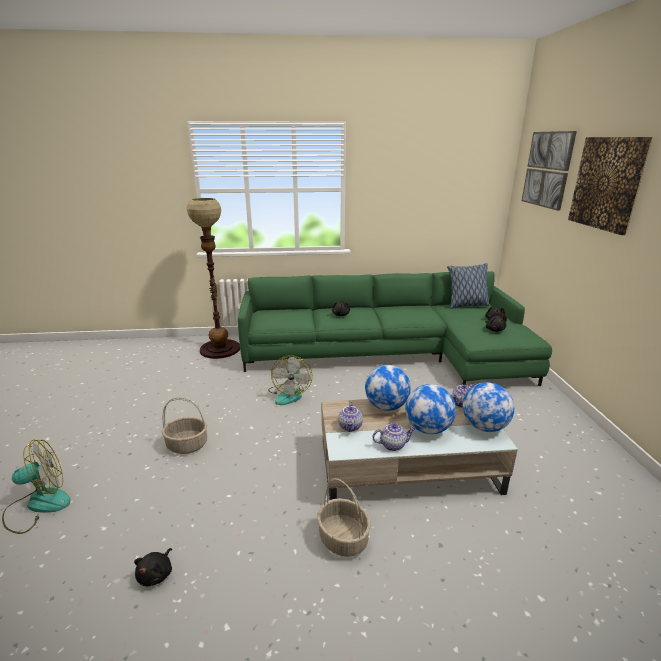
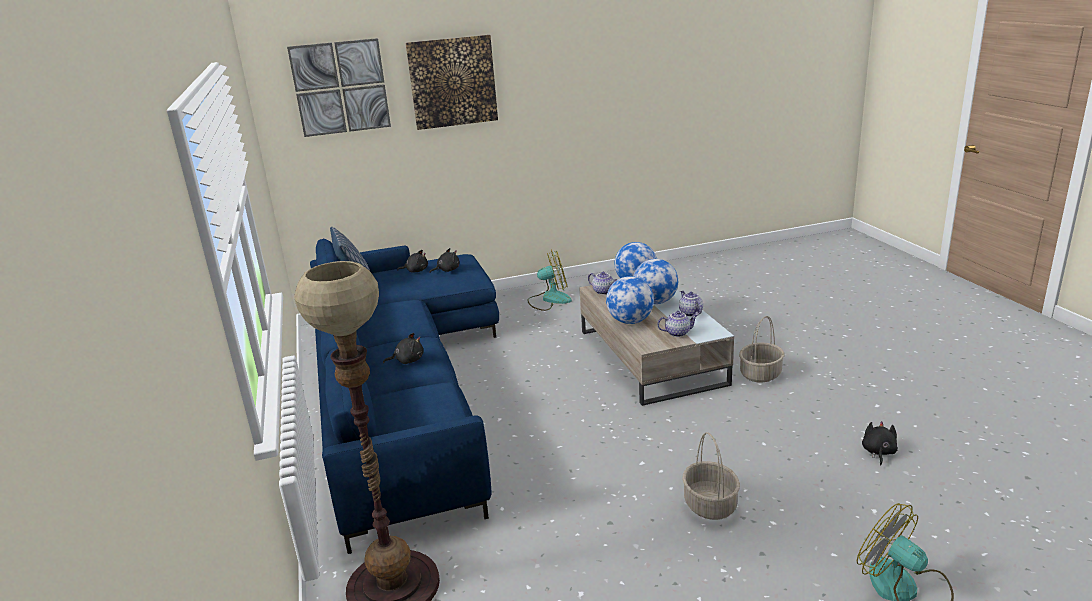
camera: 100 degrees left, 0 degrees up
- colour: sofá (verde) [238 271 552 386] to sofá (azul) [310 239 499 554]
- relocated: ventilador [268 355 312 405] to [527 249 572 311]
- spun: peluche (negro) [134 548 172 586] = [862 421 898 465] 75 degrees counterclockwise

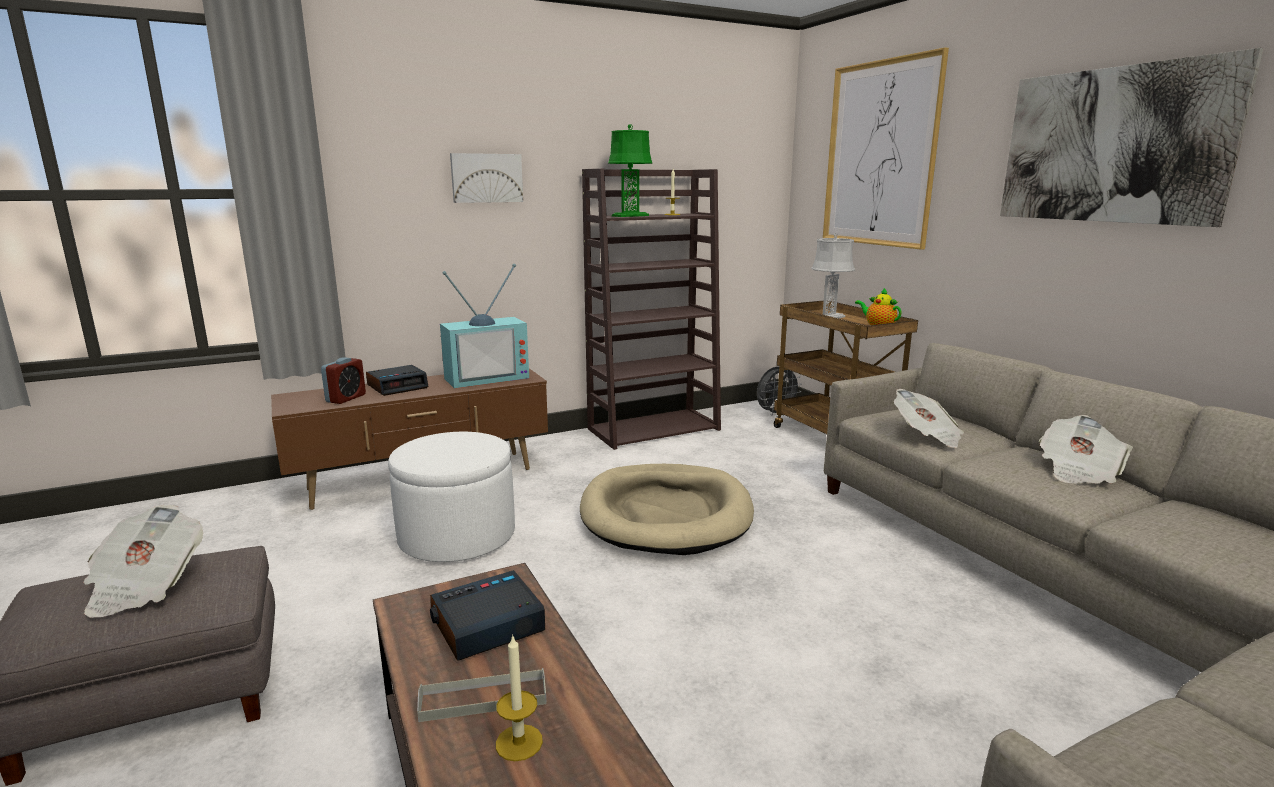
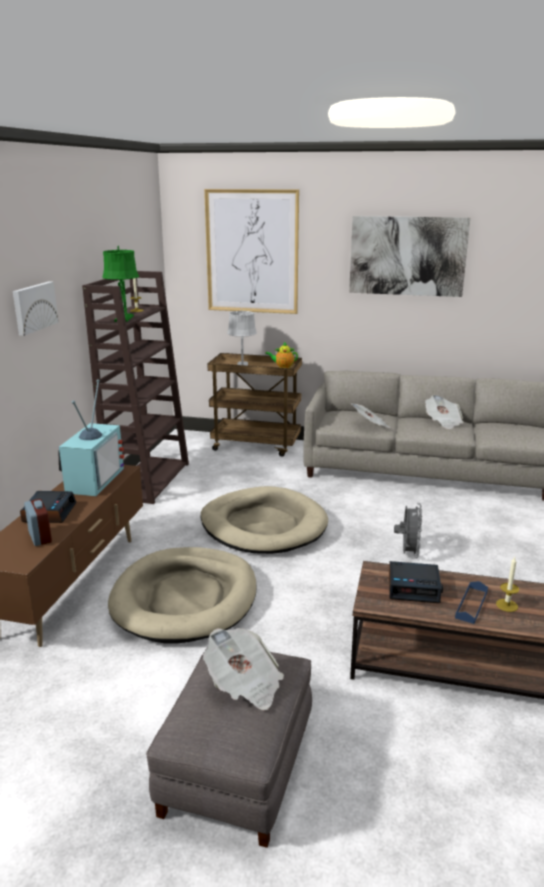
camera: 50 degrees left, 5 degrees up
- exchanged: puf (blanco) [388 432 515 562] to cama para perro (beis) [108 547 257 644]
- spun: despertador [430 570 545 661] = [389 561 443 603] 90 degrees counterclockwise
- relocated: ventilador (gris) [757 367 802 417] to [394 503 422 558]
- colour: bandeja (gris) [417 668 547 722] to bandeja (azul) [455 581 488 624]

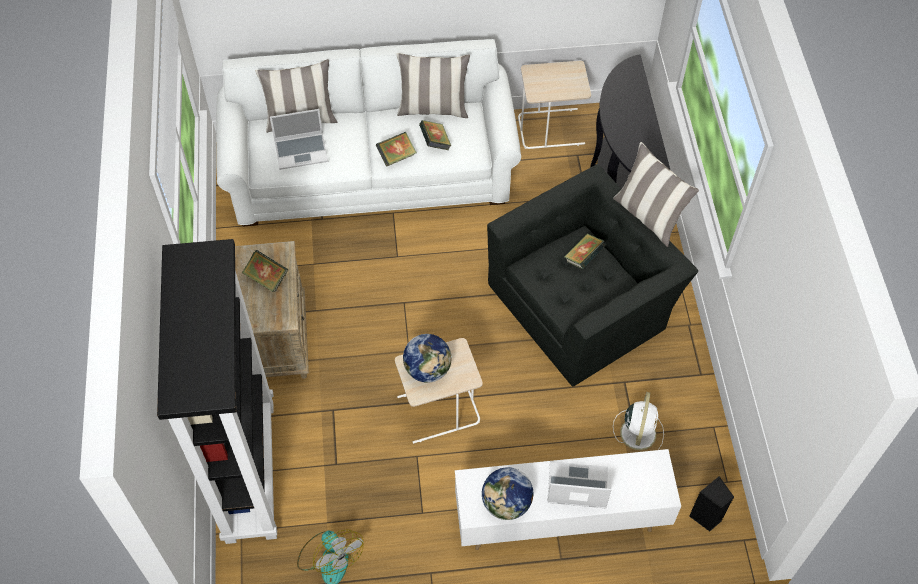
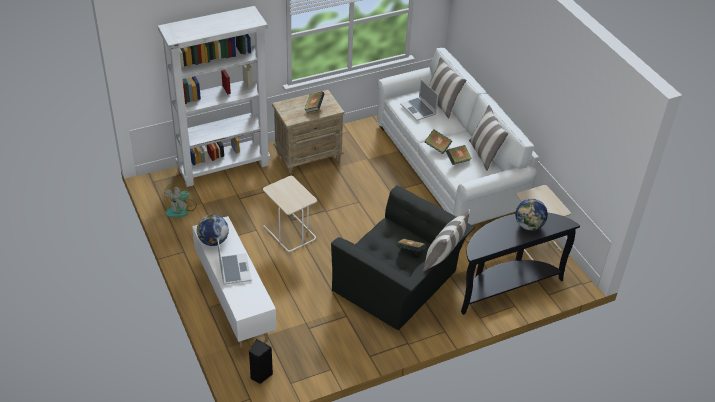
camera: 70 degrees right, 15 degrees down
- colour: estantería (negro) [157 239 277 544] to estantería (blanco) [158 6 270 187]
- relocated: globo terráqueo [403 334 452 383] to [516 199 548 230]
- missing: ventilador (blanco) [613 392 664 450]

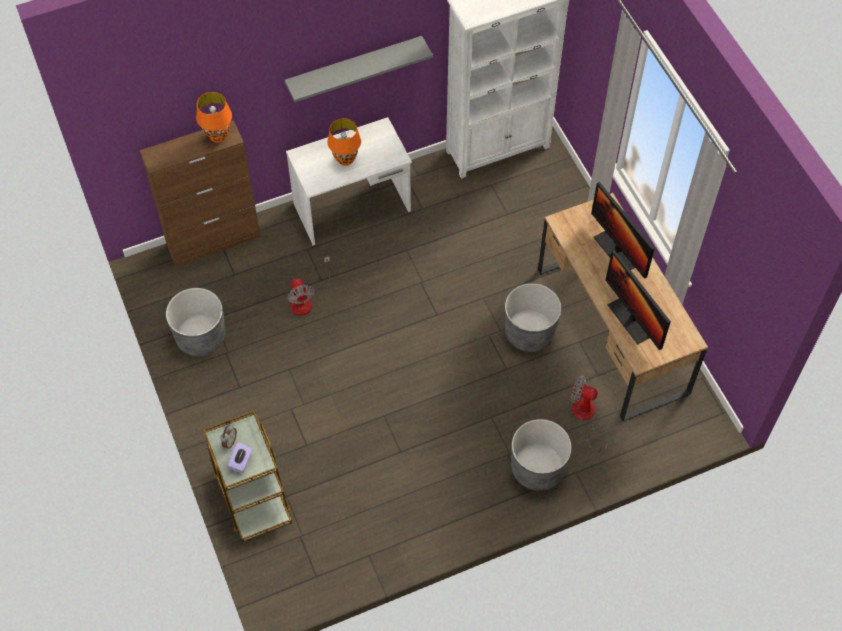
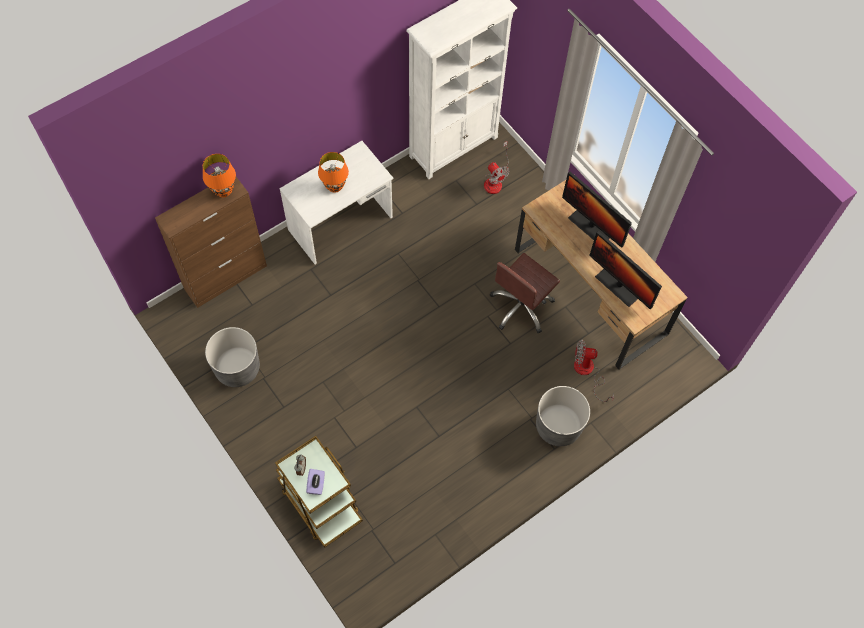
camera: 15 degrees left, 5 degrees up
- relocated: ventilador [287 256 330 316] to [484 141 509 194]
- exchanged: maceta (gris) [505 283 561 352] to silla de oficina (marrón) [490 253 560 333]
- missing: estante (gris) [284 36 433 102]

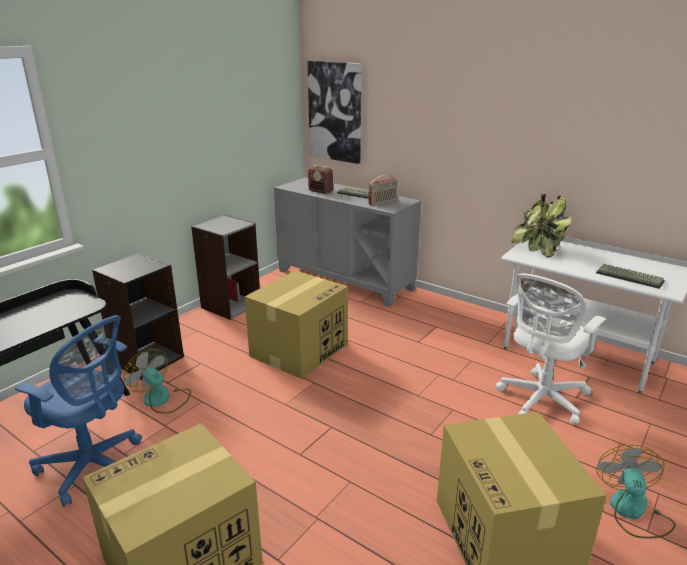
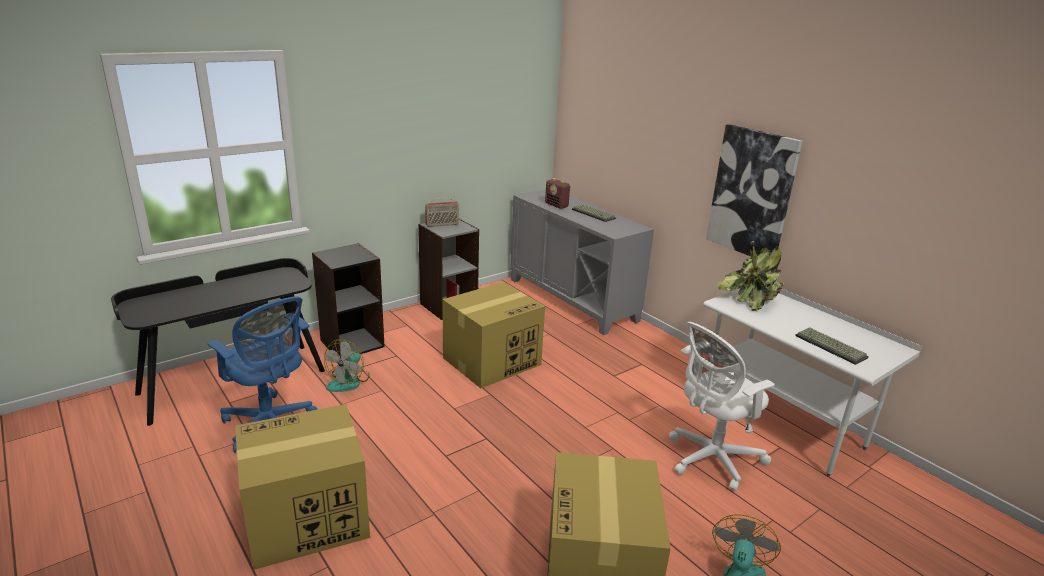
camera: 15 degrees right, 0 degrees up
- spun: ventilador [123 349 191 414] = [324 339 370 392] 120 degrees counterclockwise
- relocated: radio [368 175 397 206] to [425 198 459 227]
- relocated: cuadro [307 61 362 164] to [706 124 803 256]

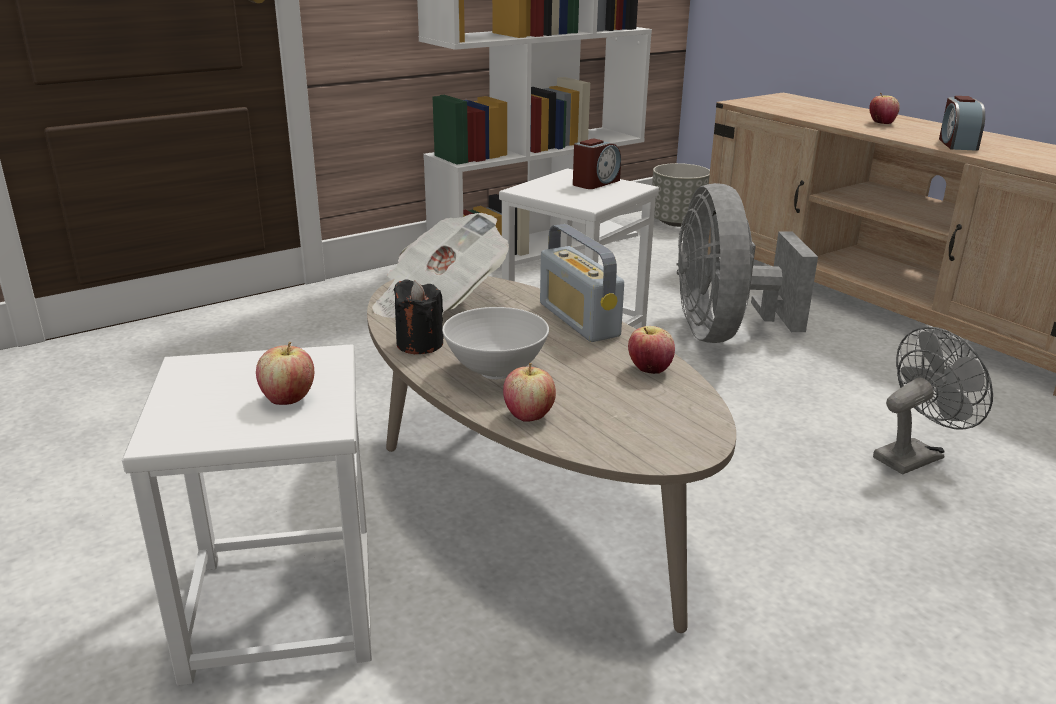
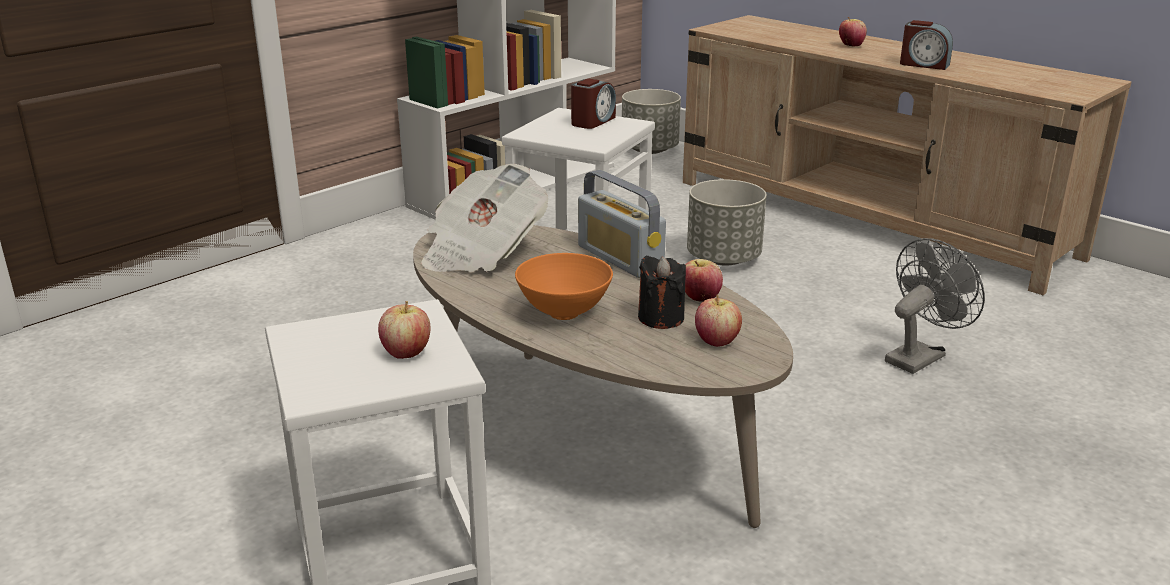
camera: 10 degrees left, 0 degrees up
- colour: cuenco (blanco) [442 307 549 379] to cuenco (naranja) [515 253 613 320]
- relocated: vela (negro) [394 279 444 354] to [638 256 686 329]
- exchanged: ventilador (gris) [677 183 818 343] to maceta (gris) [687 179 767 266]
- relocated: manzana [503 363 556 422] to [695 295 742 347]
- spun: despertador [939 96 985 151] = [900 20 953 70] 60 degrees counterclockwise

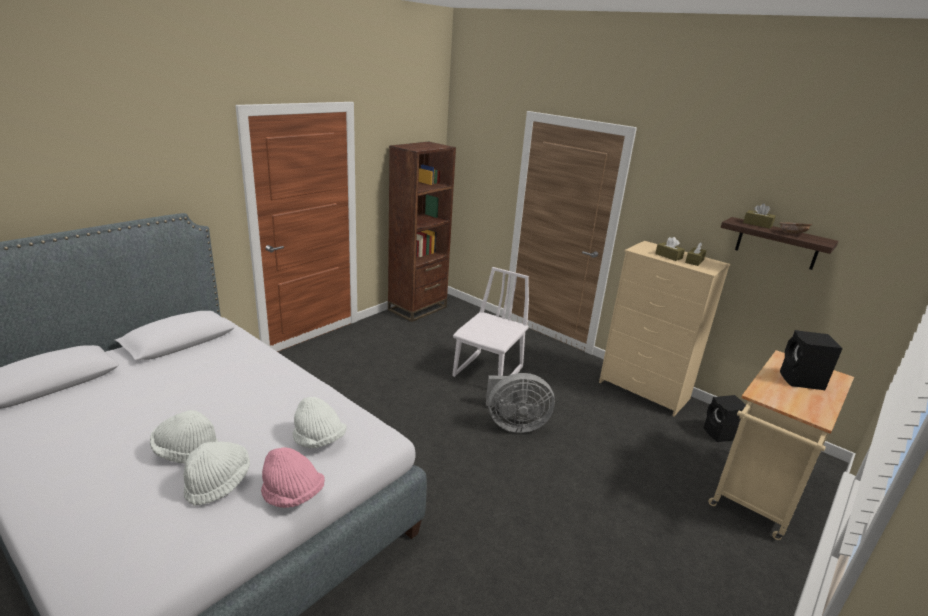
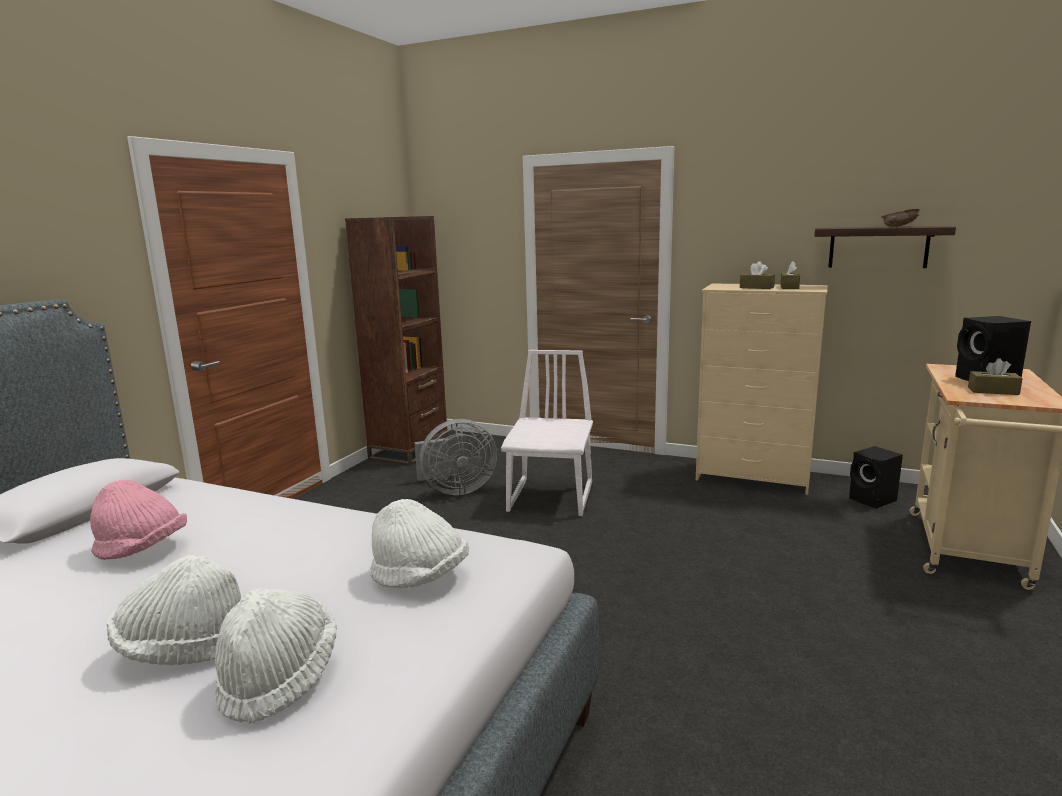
camera: 15 degrees left, 10 degrees down
- relocated: sombrero (rosa) [261 447 325 508] to [90 480 187 560]
- relocated: ventilador (gris) [486 373 555 433] to [414 419 497 495]
- relocated: caja de pañuelos (marrón) [743 203 776 229] to [968 358 1023 395]

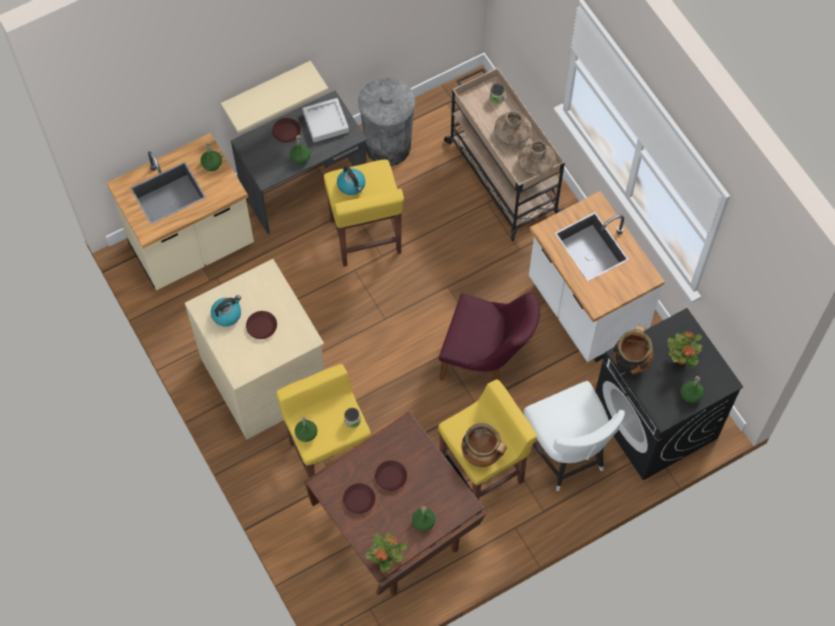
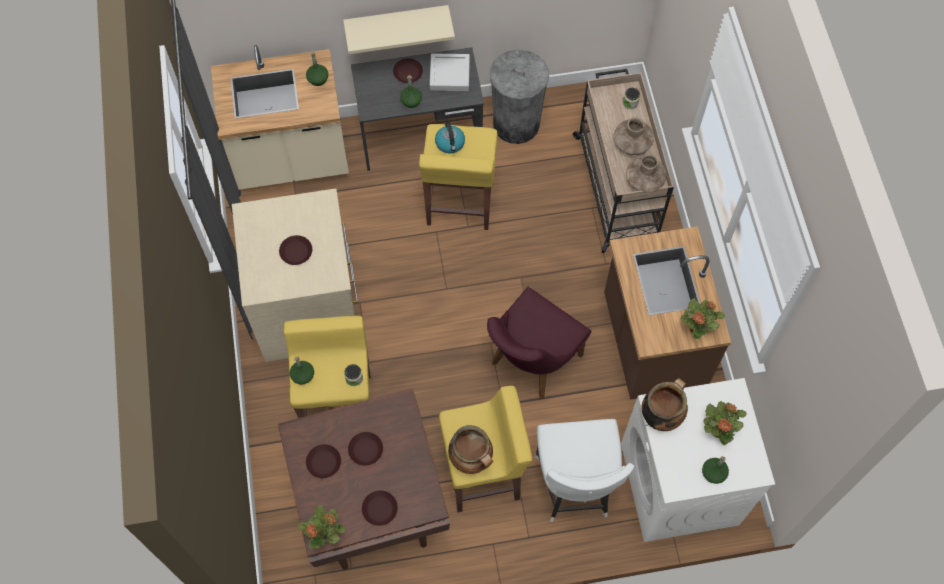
camera: 20 degrees right, 0 degrees up
- exchanged: botella (verde) [412 506 436 531] to plato (marrón) [362 490 398 526]
- spun: silla (morado) [439 292 540 381] = [487 287 591 399] 90 degrees clockwise
- colour: mueble bajo de cocina (blanco) [529 191 665 362] to mueble bajo de cocina (marrón) [604 226 731 399]
- colour: lavadora (negro) [595 308 743 480] to lavadora (blanco) [621 378 775 542]
- appeared: planta en maceta [680 298 725 339]
- missing: hervidor [211 295 241 327]

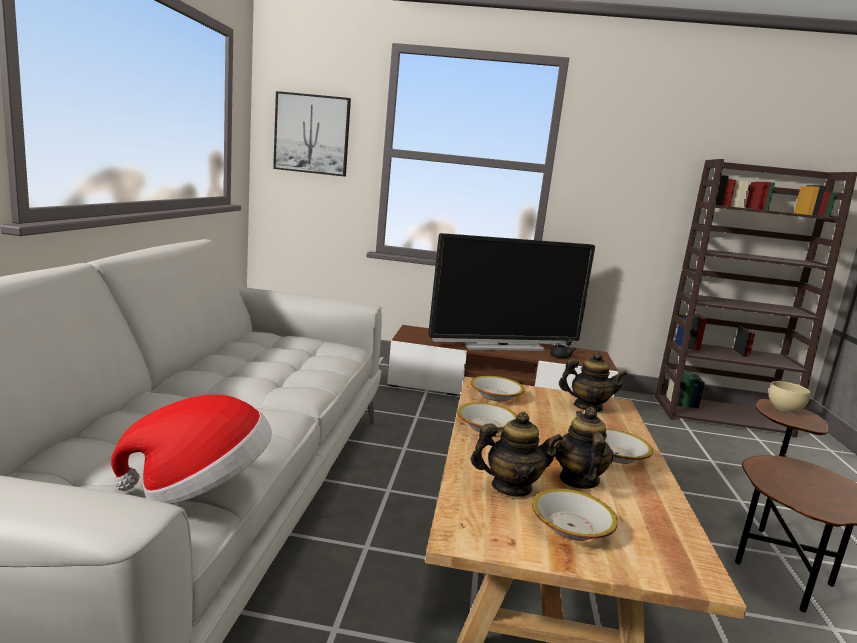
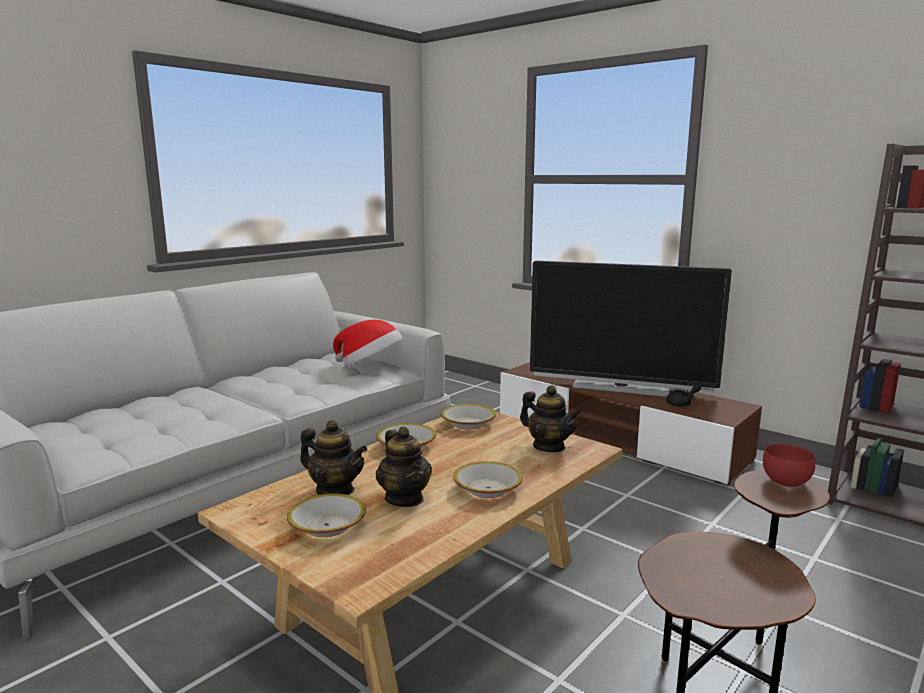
camera: 35 degrees right, 0 degrees up
- relocated: sombrero [111 395 272 504] to [333 320 403 366]
- spun: tetera [555 407 614 489] = [376 427 432 507] 120 degrees clockwise
- colour: cuenco (beis) [769 381 810 413] to cuenco (rojo) [763 444 816 488]
- missing: cuadro [273 91 351 177]

